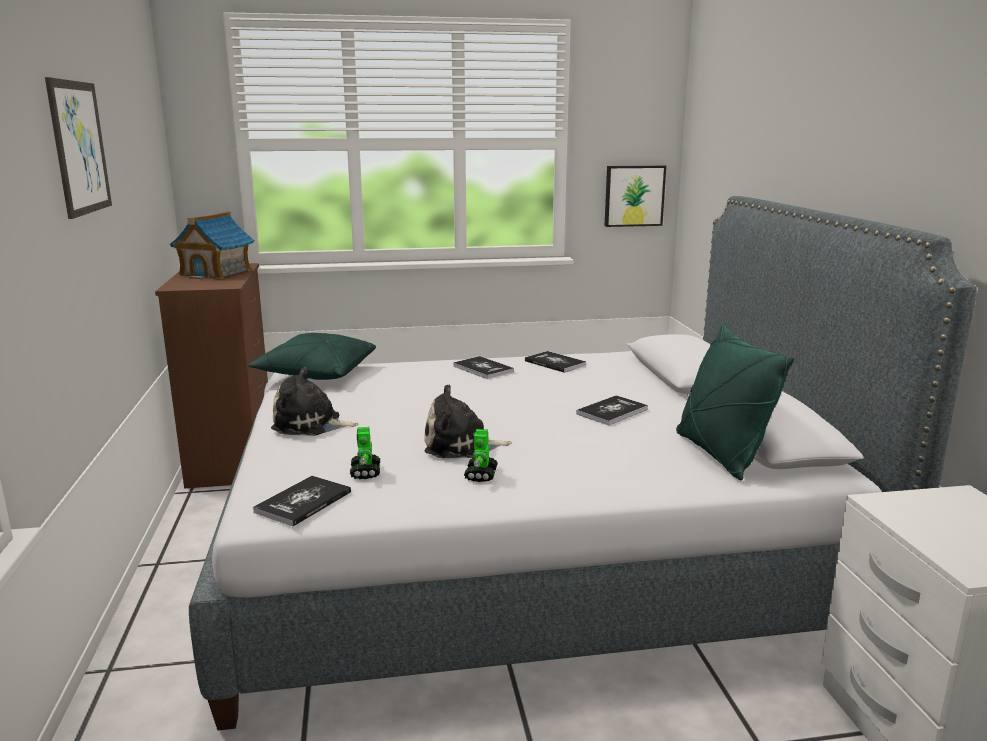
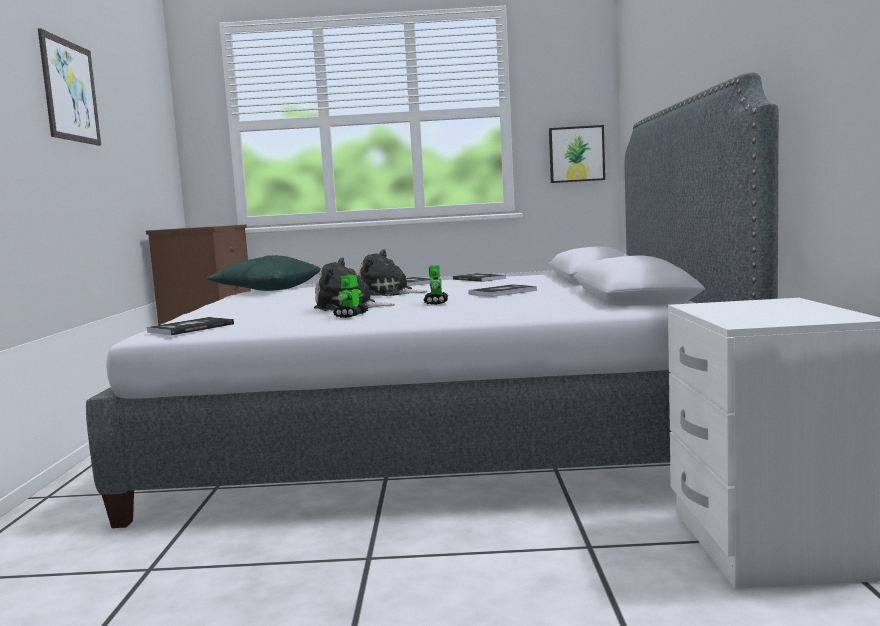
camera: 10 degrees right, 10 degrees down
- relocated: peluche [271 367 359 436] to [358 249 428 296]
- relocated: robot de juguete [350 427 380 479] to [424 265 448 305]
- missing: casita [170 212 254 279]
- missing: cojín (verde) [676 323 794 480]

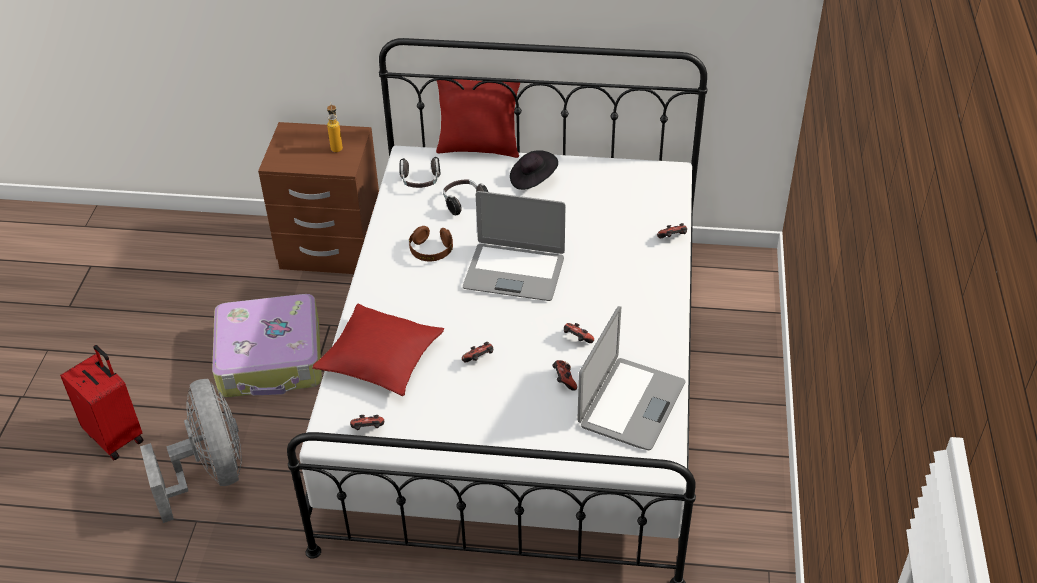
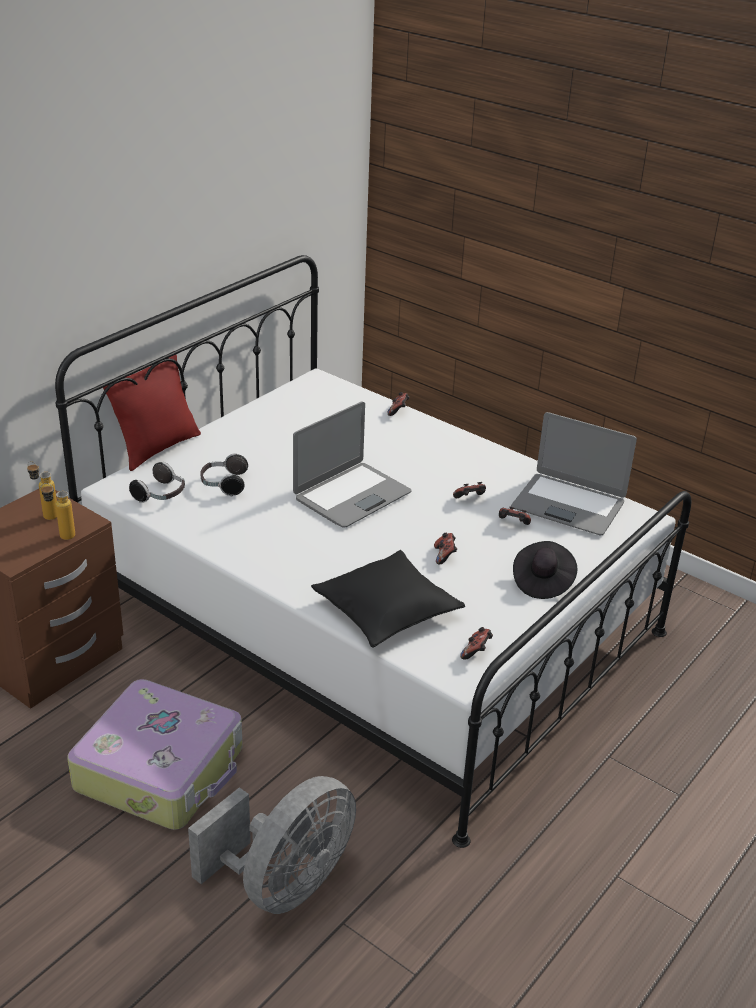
camera: 60 degrees left, 10 degrees down
- appeared: botella [40 483 75 540]
- spun: ventilador (gris) [140 379 242 523] = [188 776 356 914] 120 degrees clockwise
- colour: cojín (rojo) [313 303 444 396] to cojín (negro) [311 550 465 648]
- spun: portátil [577 306 686 450] = [511 412 637 535] 150 degrees clockwise
- relocated: sombrero (negro) [510 150 558 190] to [513 541 577 599]
- missing: maleta (rojo) [60 345 144 460]
- missing: auriculares (marrón) [409 226 453 261]

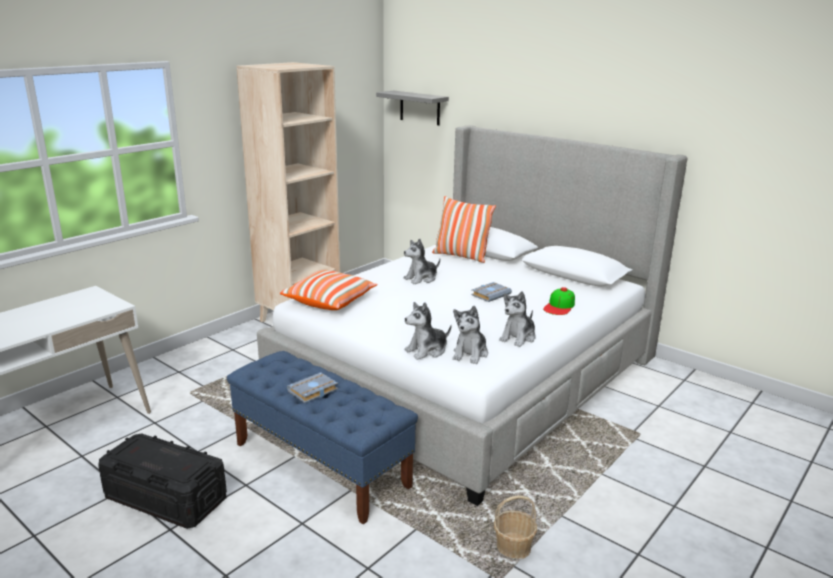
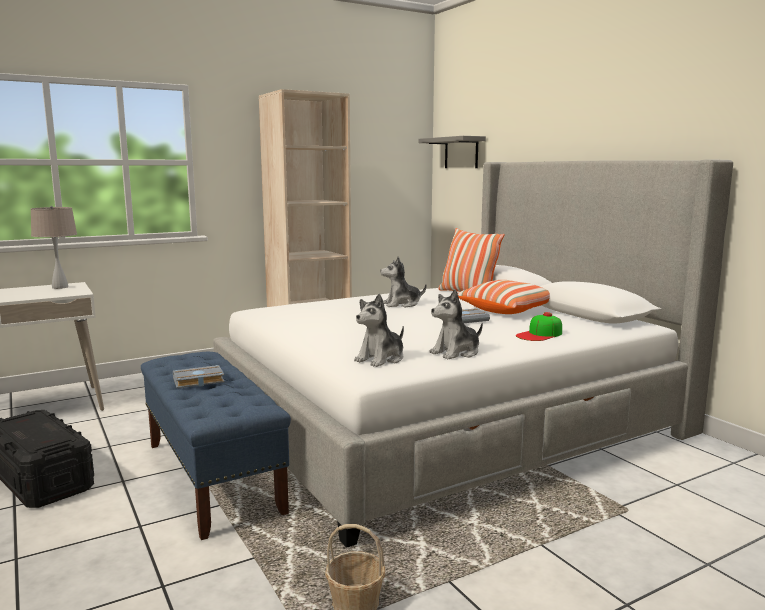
camera: 20 degrees right, 10 degrees down
- appeared: lámpara de mesa (beis) [31 206 77 289]
- relocated: cojín [280 270 378 310] to [458 280 550 314]
- missing: peluche [405 302 451 360]

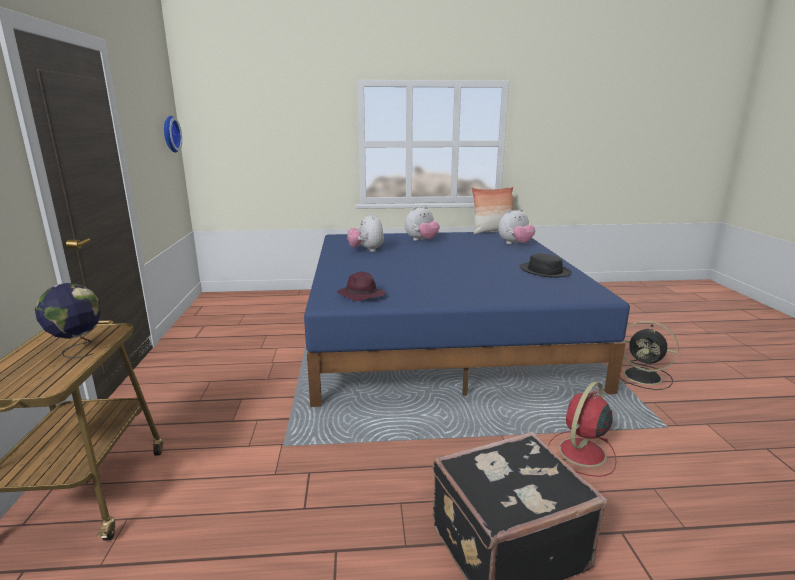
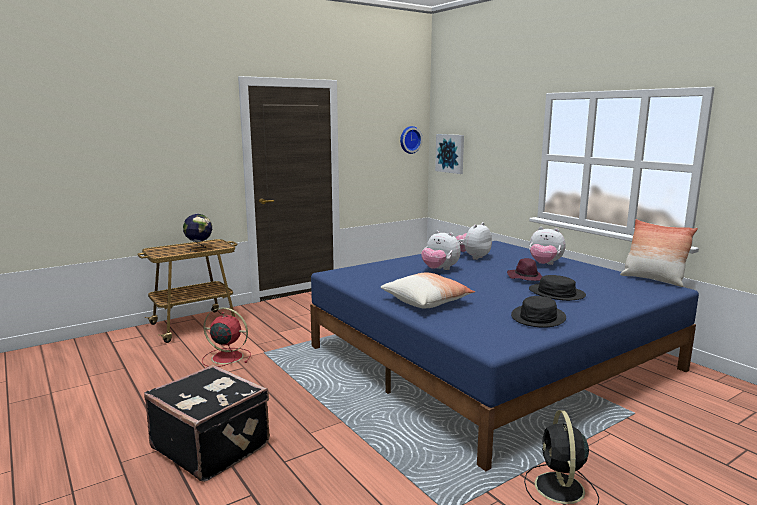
camera: 60 degrees right, 5 degrees down
- relocated: ventilador (rojo) [548 381 616 477] to [202 307 251 367]
- appeared: cojín [381 273 475 309]
- relocated: peluche [498 209 535 244] to [421 231 461 270]
- appeared: cuadro [435 134 464 174]
- relocated: sombrero (morado) [337 271 386 301] to [507 258 542 281]
- appeared: sombrero (negro) [529 275 586 301]

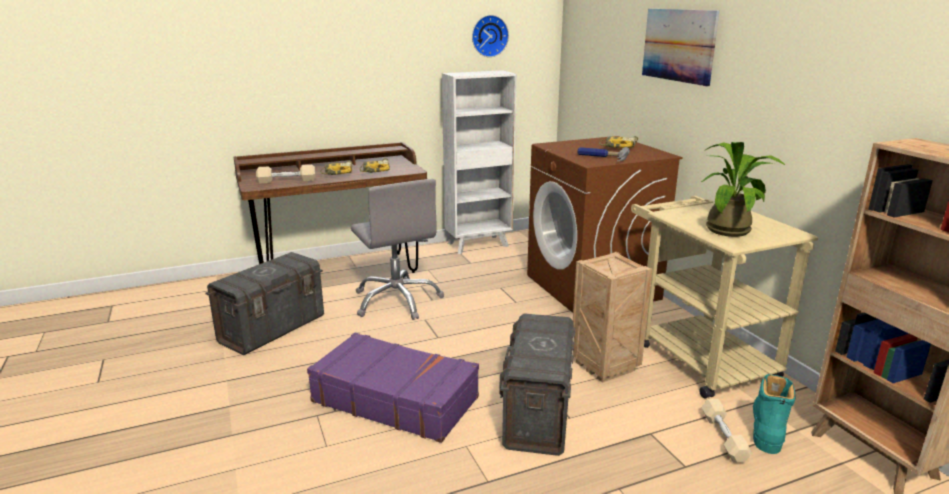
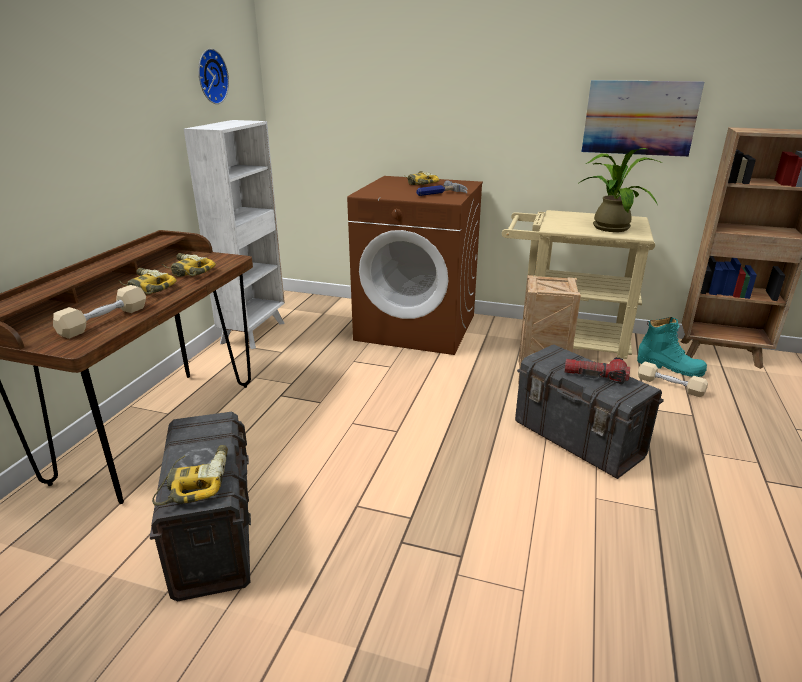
camera: 50 degrees left, 5 degrees up
- appeared: taladro [152 445 228 506]
- appeared: linterna [565 359 630 384]
- relocated: cuadro [642 9 720 87] to [582 80 704 157]
- spun: bota (turquesa) [753 374 796 454] = [637 317 707 377] 150 degrees clockwise
- missing: maleta (morado) [307 332 479 443]
- missing: silla de oficina (gris) [351 179 444 320]

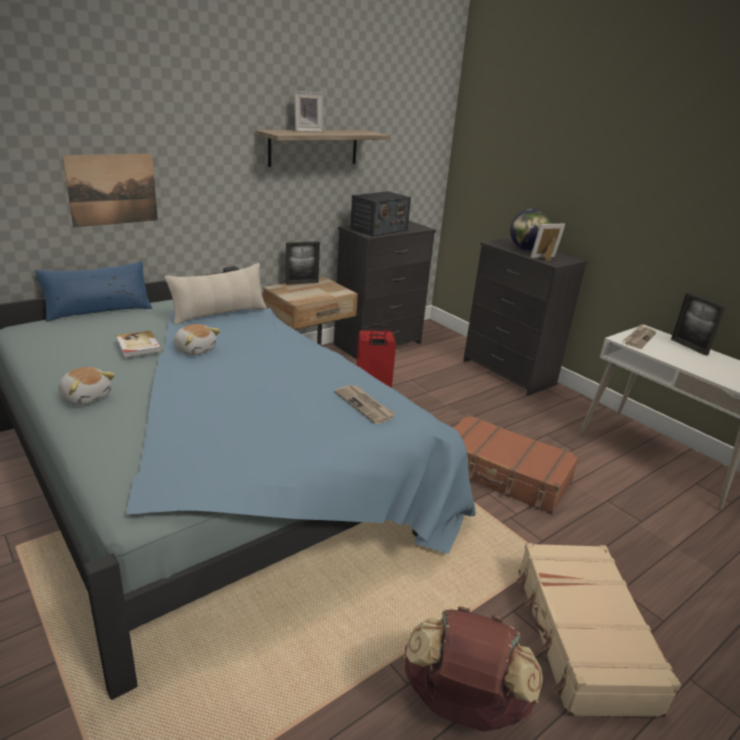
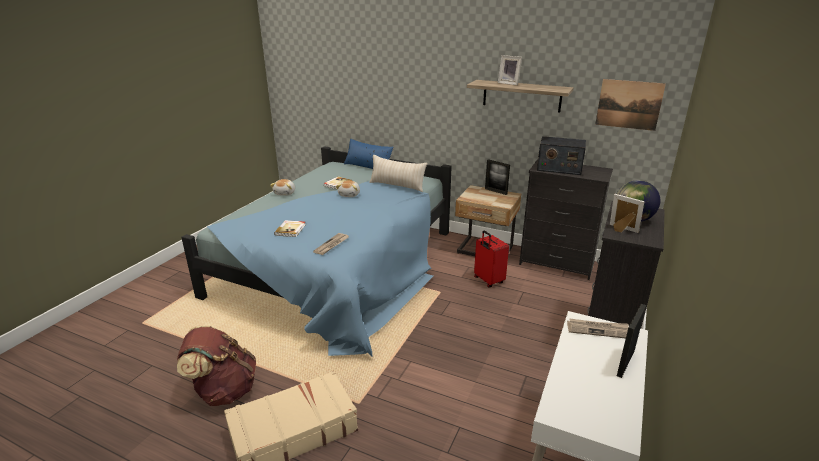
camera: 65 degrees right, 0 degrees up
- appeared: libro [274 220 306 237]
- relocated: cuadro [62 154 158 228] to [595 79 666 131]
- missing: maleta (marrón) [454 414 579 515]

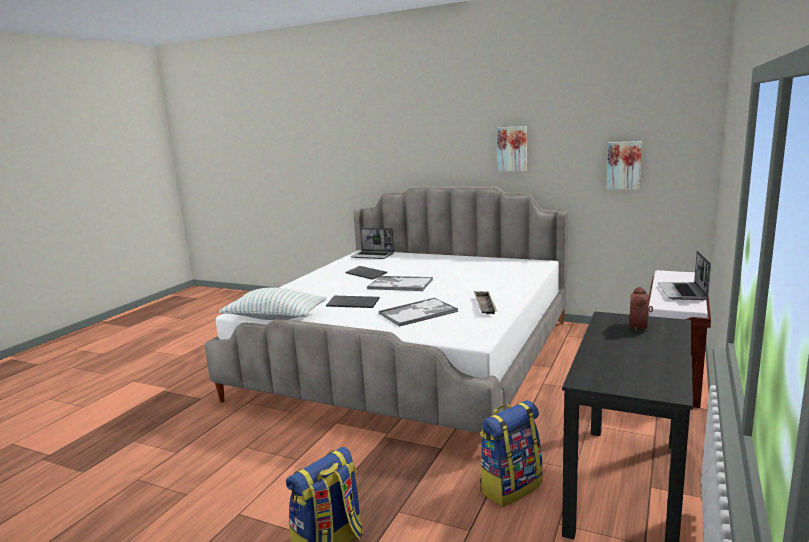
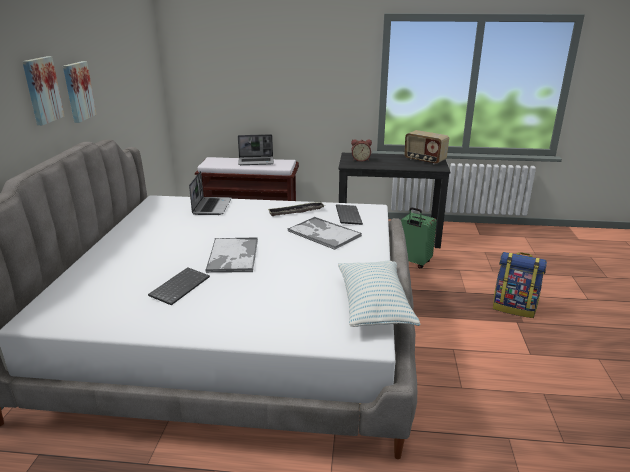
camera: 110 degrees left, 10 degrees up
- relocated: cuadro [607 141 642 189] to [22 56 65 125]
- relocated: portátil [351 228 394 259] to [189 171 232 215]
- relocated: teclado [326 296 380 308] to [336 204 363 225]
- exchanged: mochila [480 400 543 507] to maleta (verde) [401 207 437 269]
- appeared: radio [404 130 449 165]

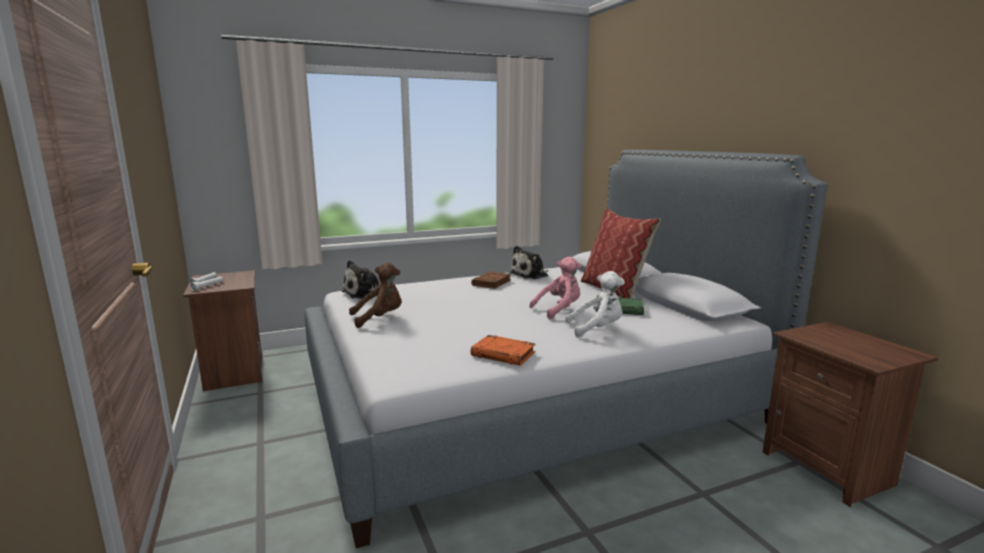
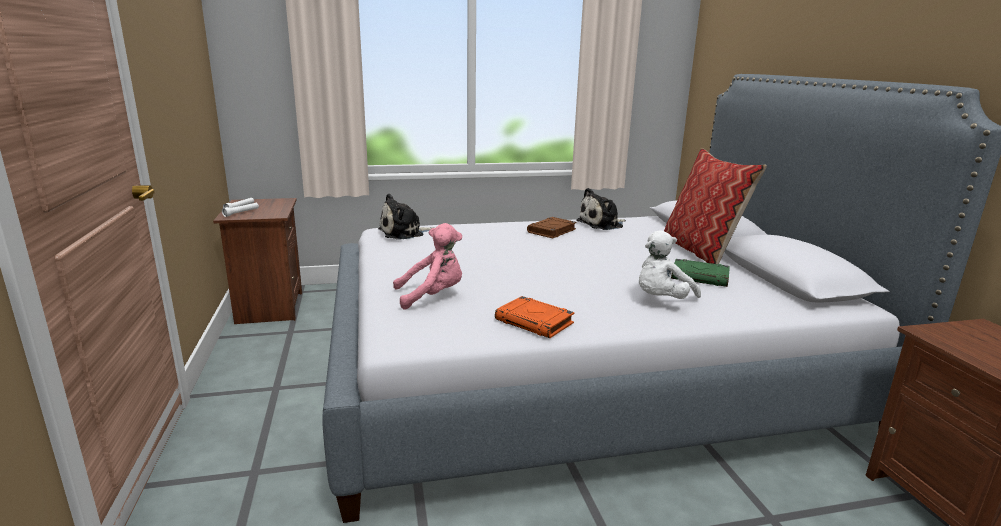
camera: 10 degrees right, 5 degrees up
- relocated: peluche (rosa) [529 256 581 319] to [393 223 462 309]
- spun: peluche (blanco) [565 271 625 338] = [639 230 701 299] 135 degrees clockwise
- missing: peluche (marrón) [349 263 402 328]

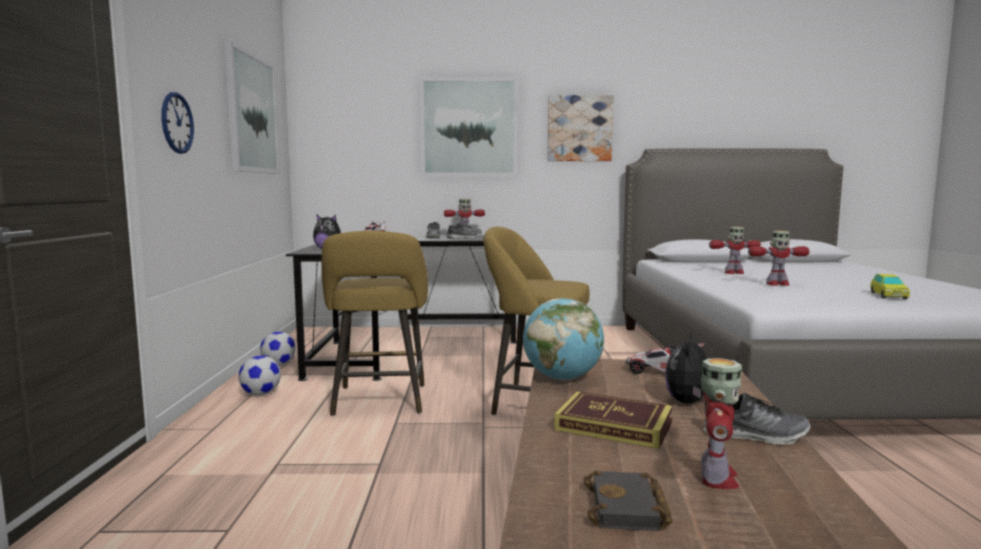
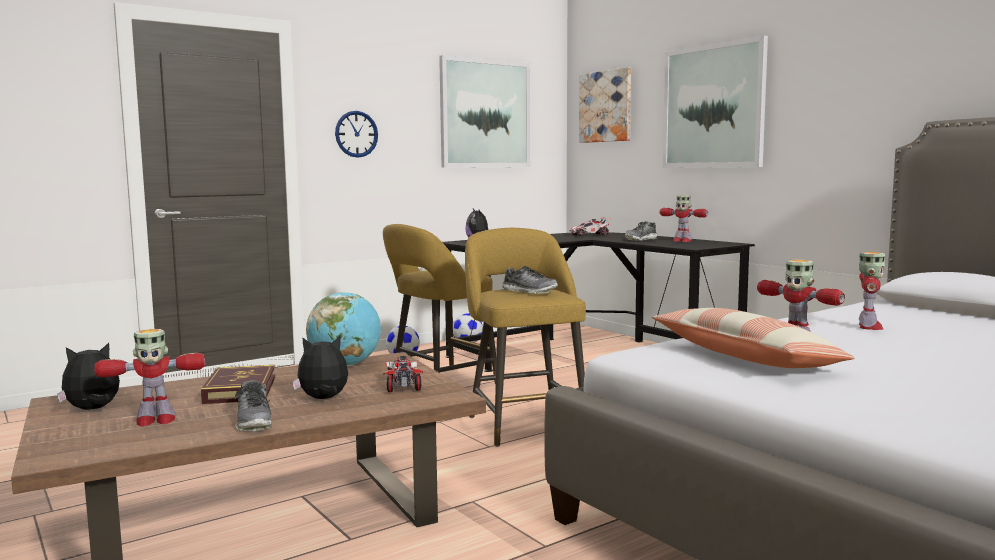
camera: 55 degrees right, 0 degrees up
- exchanged: libro (negro) [584 470 672 531] to peluche [57 343 120 410]
- relocated: zapato [446 223 482 239] to [502 266 558 294]
- relocated: cuadro [547 95 613 161] to [579 67 631 143]
- appeared: cojín [652 308 855 368]
- spun: robot de juguete [709 227 761 274] = [859 252 886 330] 120 degrees counterclockwise
- missing: coche de juguete [870 274 910 299]

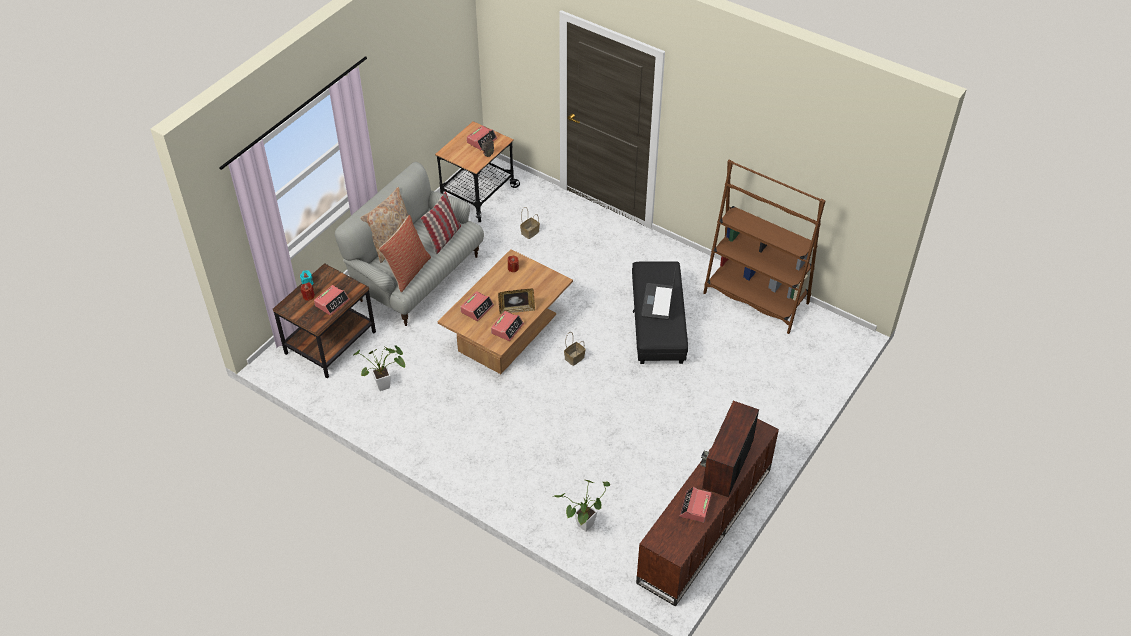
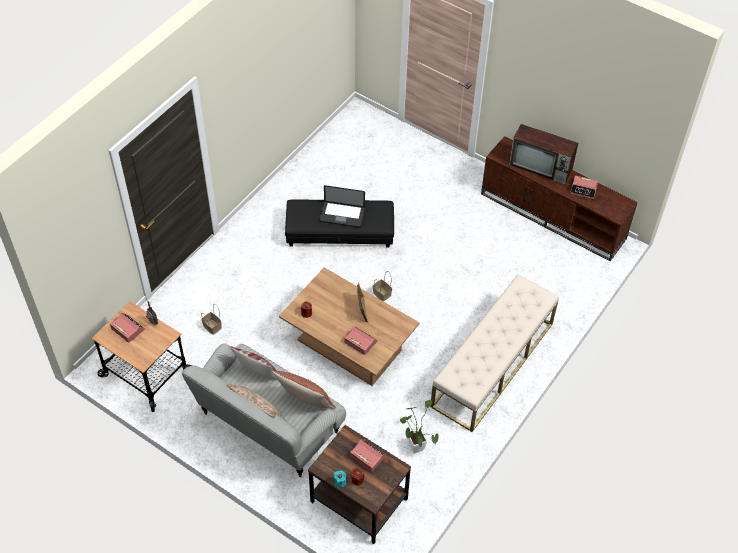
camera: 90 degrees left, 5 degrees up
- appeared: banco (beis) [430 274 559 432]
- missing: despertador [491 311 524 341]
- missing: planta en maceta [553 480 610 532]
- missing: estantería (marrón) [703 159 825 334]

